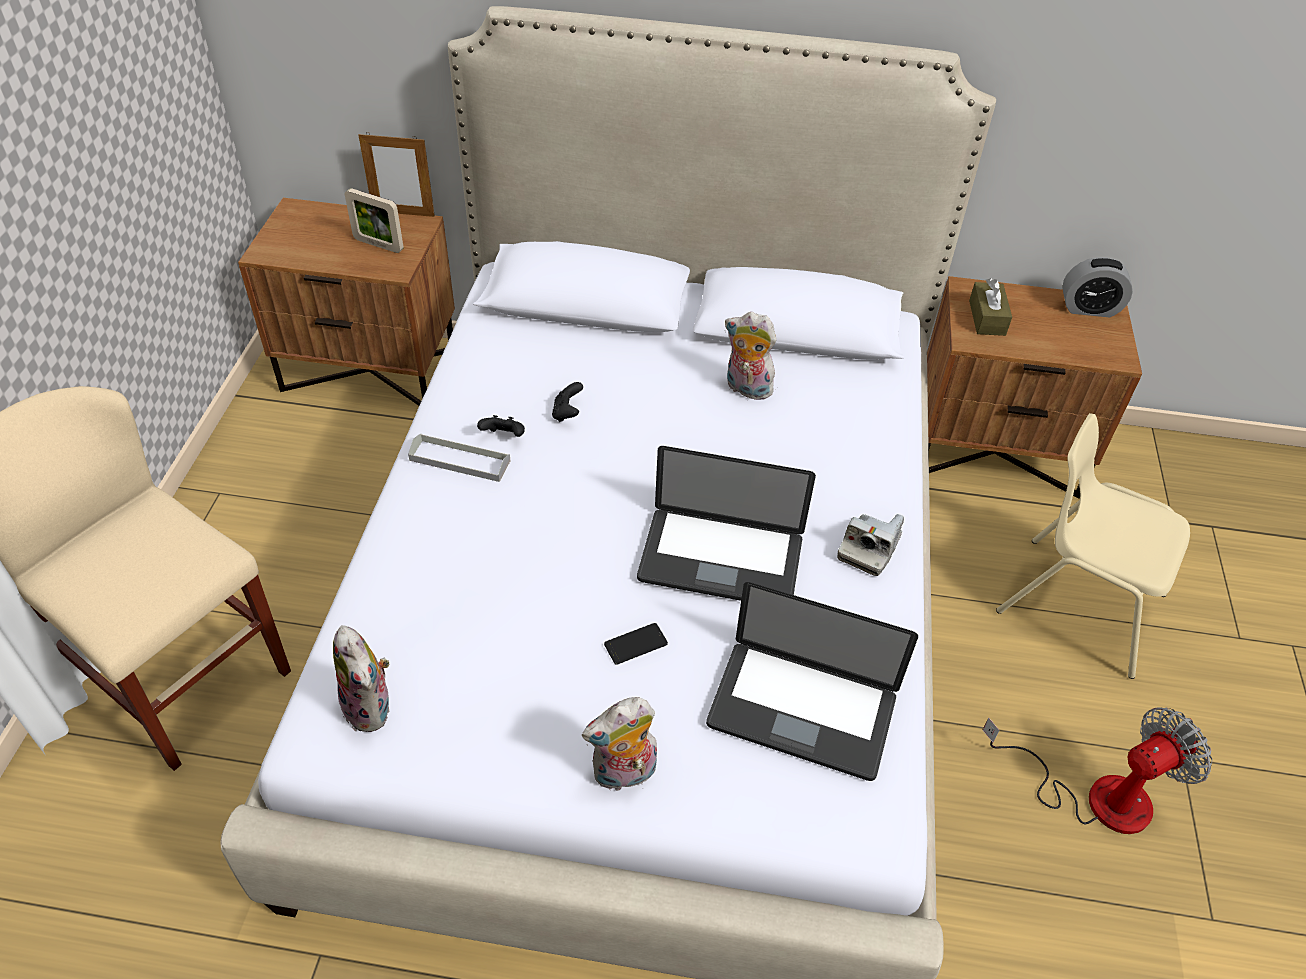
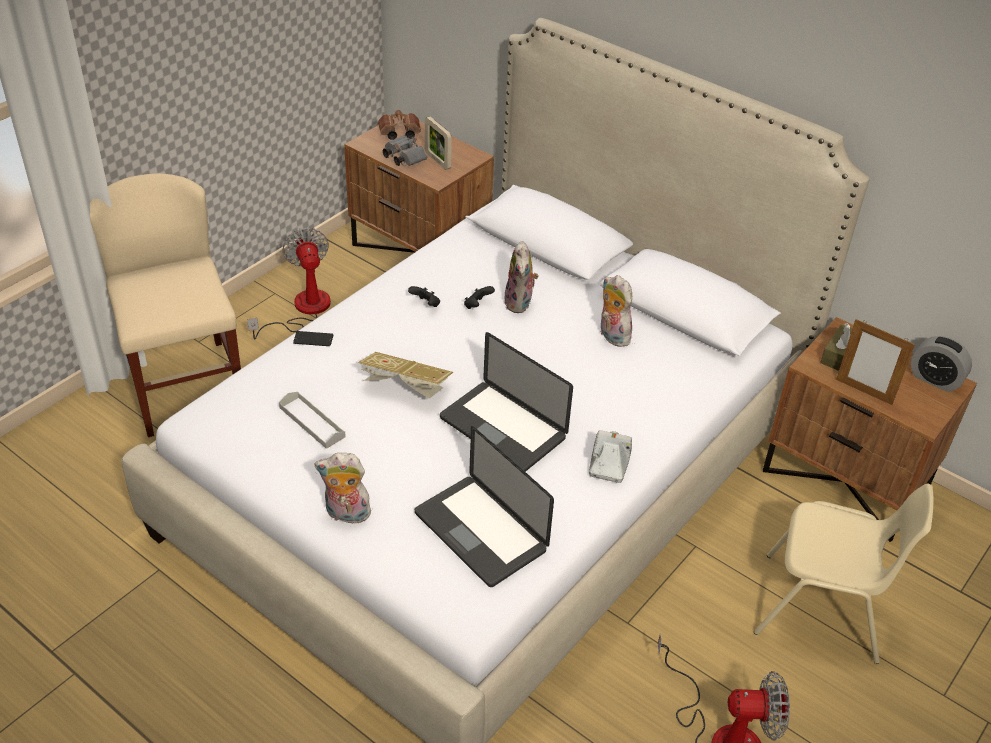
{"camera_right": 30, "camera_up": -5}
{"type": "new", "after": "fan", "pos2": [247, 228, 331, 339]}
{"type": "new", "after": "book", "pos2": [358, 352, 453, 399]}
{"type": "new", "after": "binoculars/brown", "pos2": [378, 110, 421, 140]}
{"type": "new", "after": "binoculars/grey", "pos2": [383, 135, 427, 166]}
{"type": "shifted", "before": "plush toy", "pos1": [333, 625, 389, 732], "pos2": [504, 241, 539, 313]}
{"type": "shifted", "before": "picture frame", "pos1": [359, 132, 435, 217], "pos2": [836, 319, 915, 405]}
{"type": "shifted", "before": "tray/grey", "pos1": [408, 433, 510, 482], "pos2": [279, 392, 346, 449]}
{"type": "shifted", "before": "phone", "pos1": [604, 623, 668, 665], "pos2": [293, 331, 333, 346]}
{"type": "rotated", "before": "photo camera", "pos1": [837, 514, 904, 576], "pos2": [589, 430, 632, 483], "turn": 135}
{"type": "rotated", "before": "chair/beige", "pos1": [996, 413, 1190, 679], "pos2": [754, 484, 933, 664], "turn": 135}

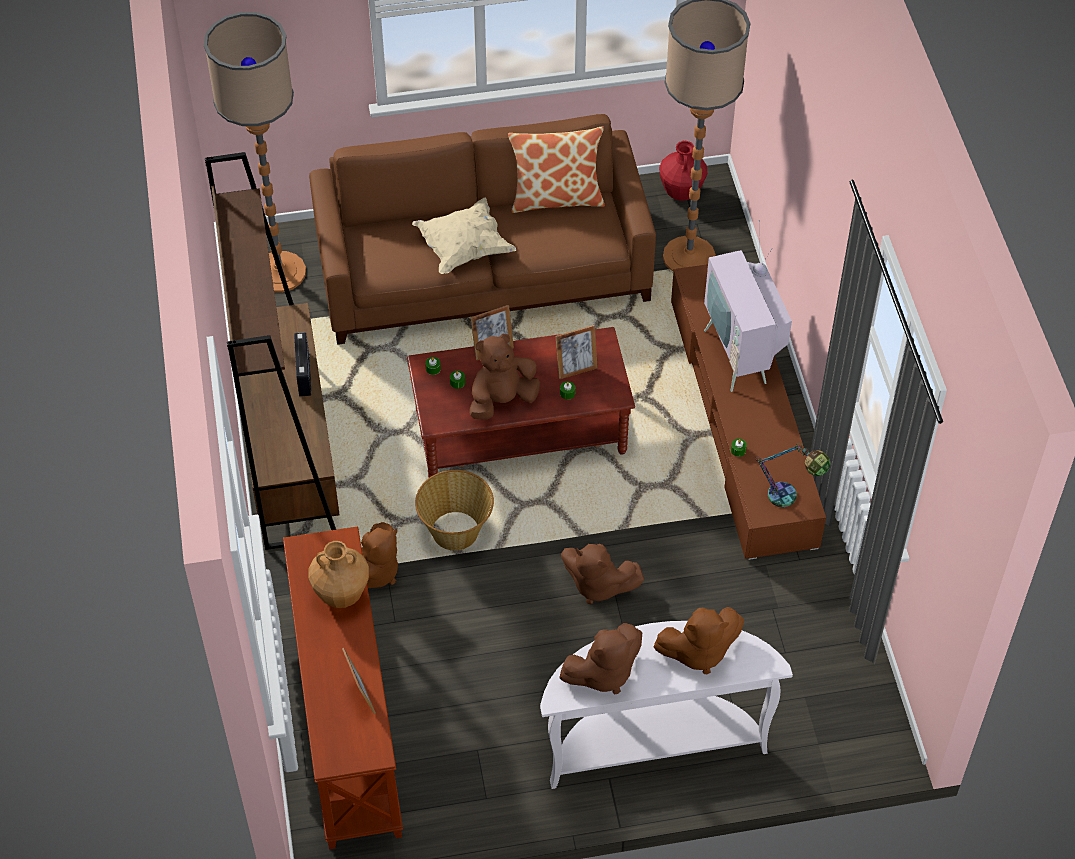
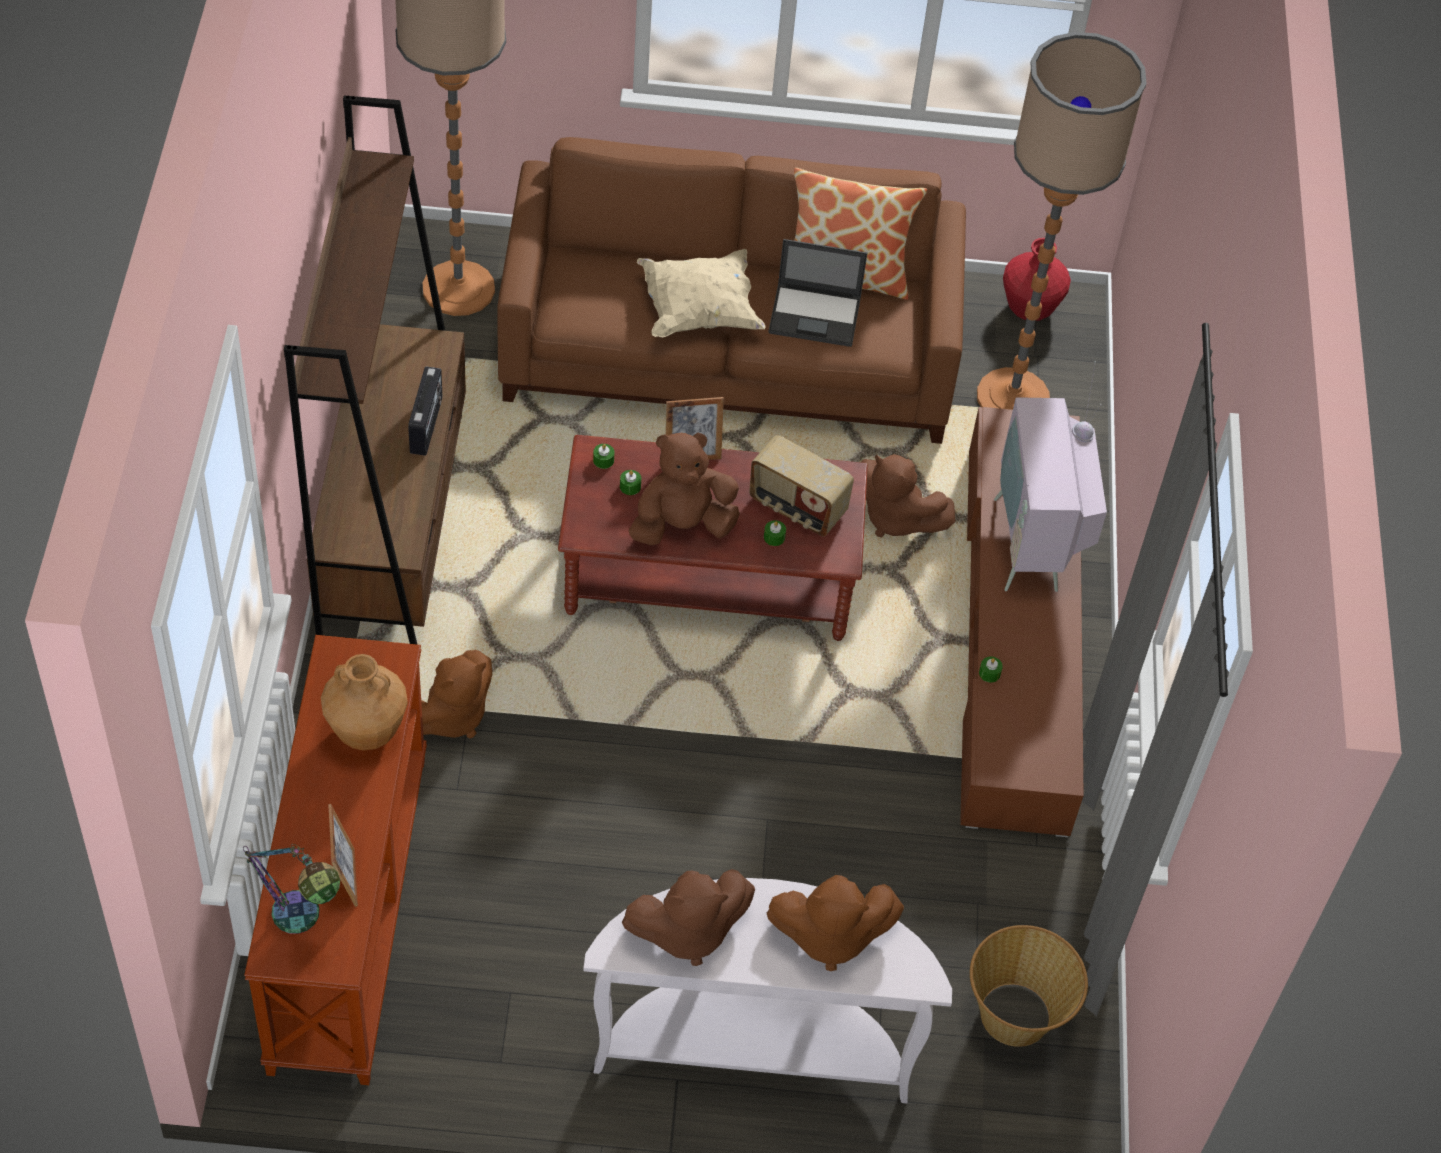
{"camera_right": 10, "camera_up": 0}
{"type": "new", "after": "laptop", "pos2": [768, 239, 867, 347]}
{"type": "shifted", "before": "basket", "pos1": [415, 470, 494, 551], "pos2": [970, 925, 1088, 1047]}
{"type": "shifted", "before": "plush toy/brown", "pos1": [561, 544, 644, 604], "pos2": [861, 454, 956, 538]}
{"type": "shifted", "before": "table lamp", "pos1": [757, 443, 831, 507], "pos2": [243, 844, 340, 934]}
{"type": "swapped", "before": "picture frame", "after": "radio", "pos1": [556, 325, 598, 379], "pos2": [749, 435, 854, 537]}

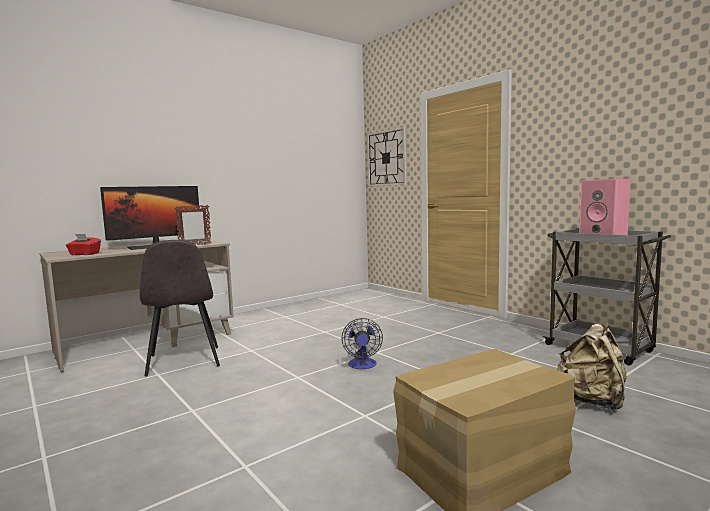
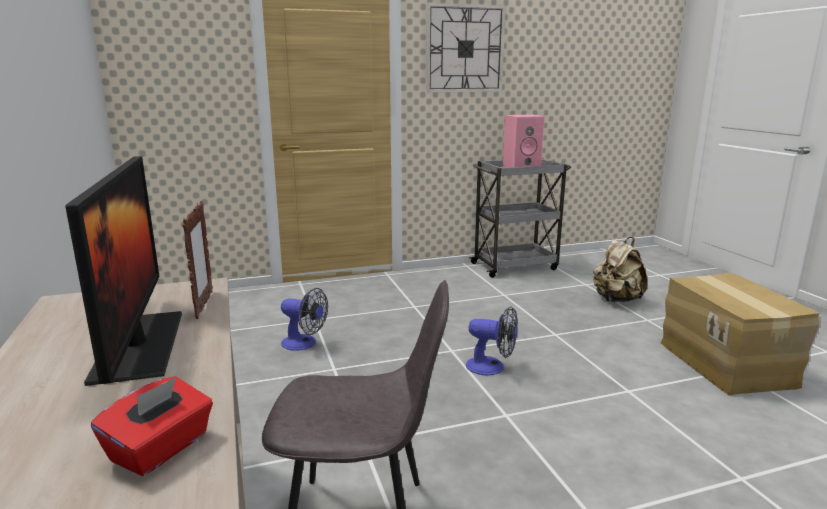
{"camera_right": -70, "camera_up": 10}
{"type": "new", "after": "fan", "pos2": [281, 288, 328, 351]}
{"type": "shifted", "before": "wall clock", "pos1": [367, 127, 406, 186], "pos2": [426, 3, 506, 92]}

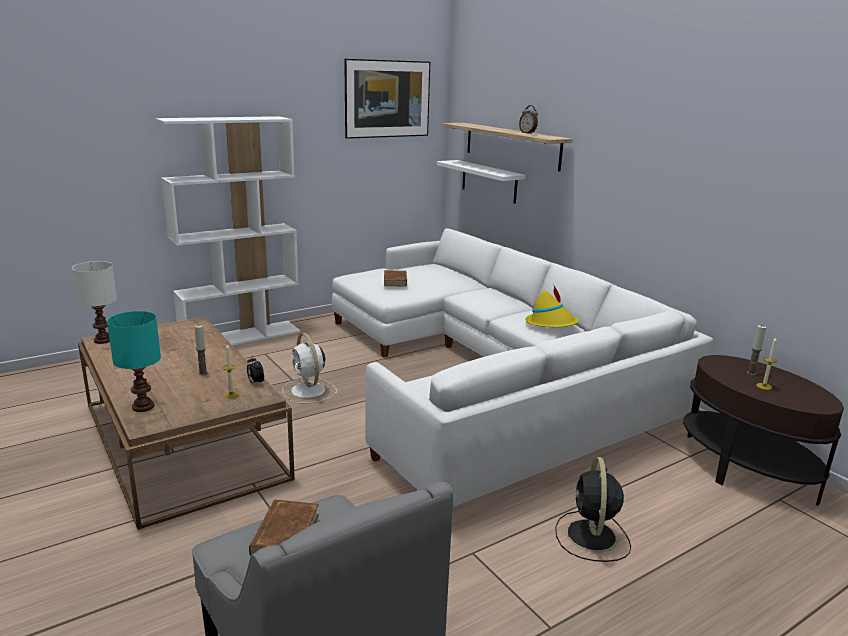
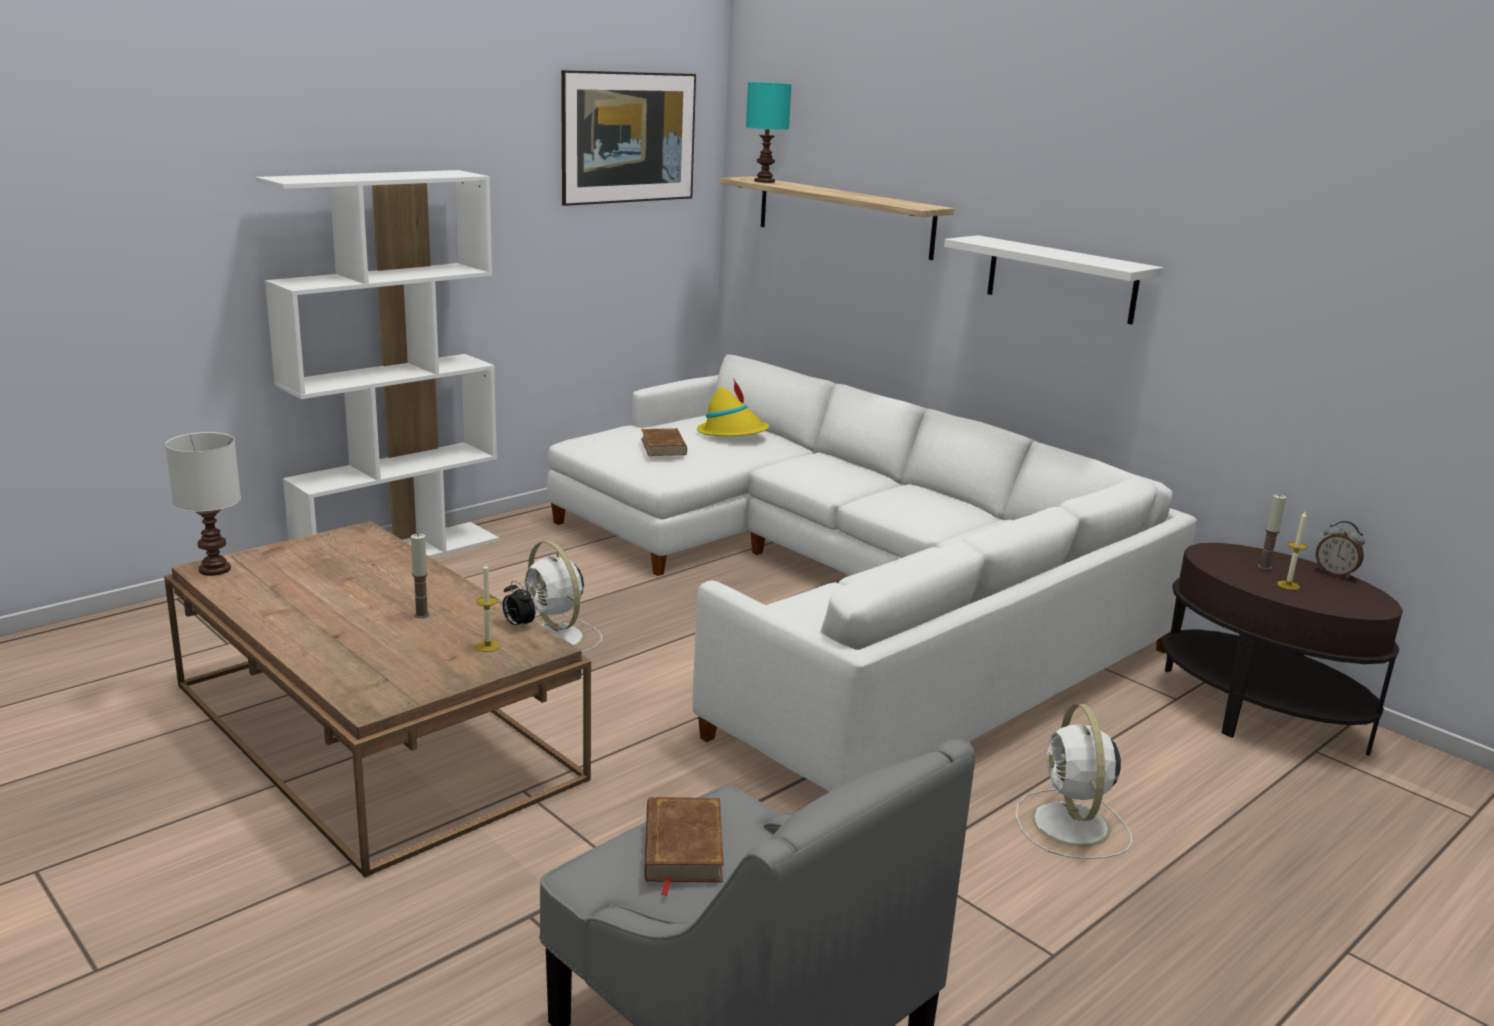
{"camera_right": -10, "camera_up": 0}
{"type": "shifted", "before": "table lamp/turquoise", "pos1": [107, 311, 161, 412], "pos2": [746, 82, 792, 183]}
{"type": "shifted", "before": "shelf/white", "pos1": [437, 160, 526, 204], "pos2": [944, 235, 1163, 325]}
{"type": "shifted", "before": "alarm clock", "pos1": [519, 105, 538, 134], "pos2": [1316, 521, 1365, 579]}
{"type": "shifted", "before": "hat/yellow", "pos1": [525, 286, 579, 327], "pos2": [697, 378, 770, 436]}
{"type": "repainted", "before": "fan/black", "after": "fan/white", "pos1": [555, 457, 631, 562], "pos2": [1016, 704, 1132, 859]}

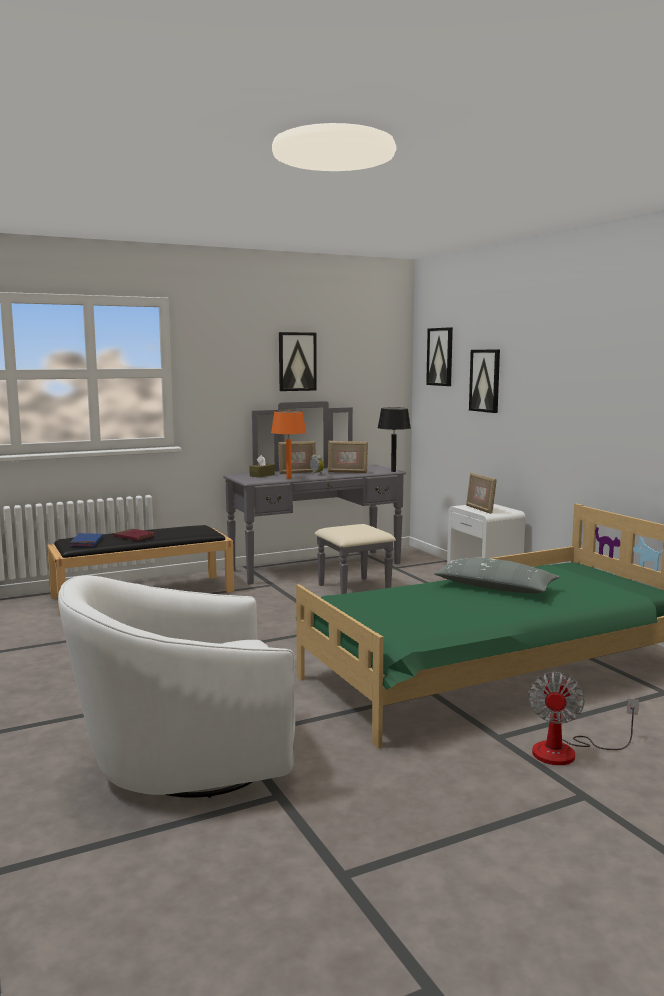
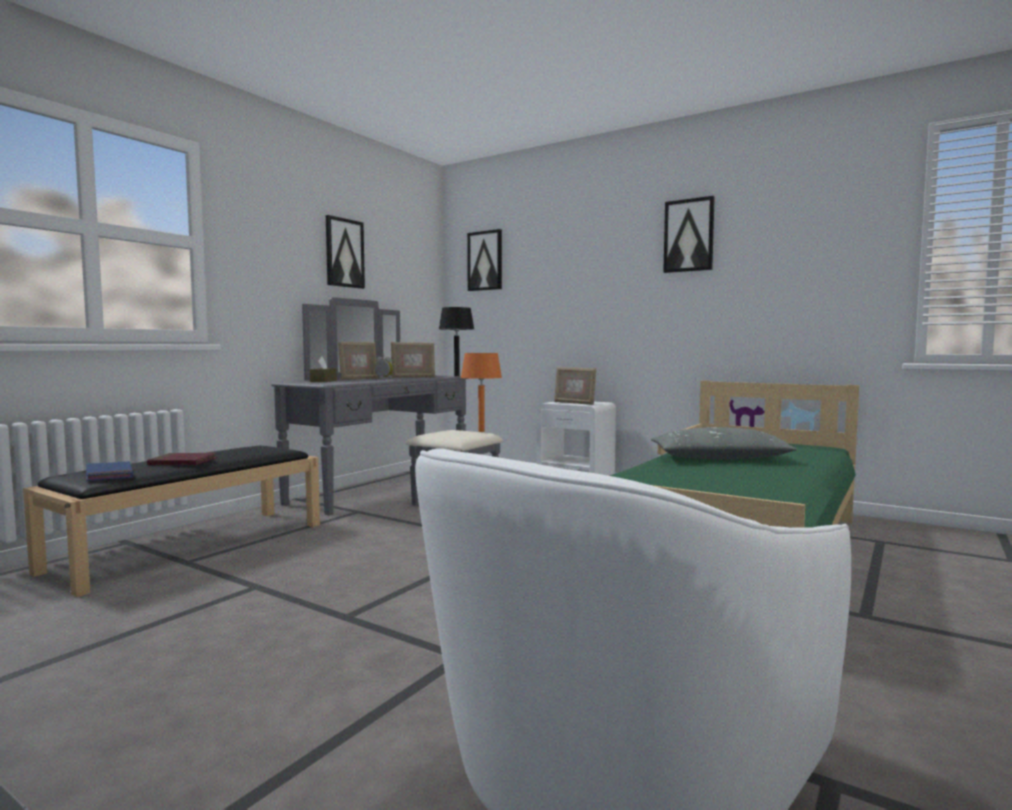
{"camera_right": -30, "camera_up": -5}
{"type": "gone", "before": "fan", "pos1": [528, 672, 639, 765]}
{"type": "shifted", "before": "table lamp/orange", "pos1": [271, 411, 306, 479], "pos2": [461, 353, 502, 432]}
{"type": "shifted", "before": "picture", "pos1": [469, 350, 500, 413], "pos2": [663, 196, 715, 273]}

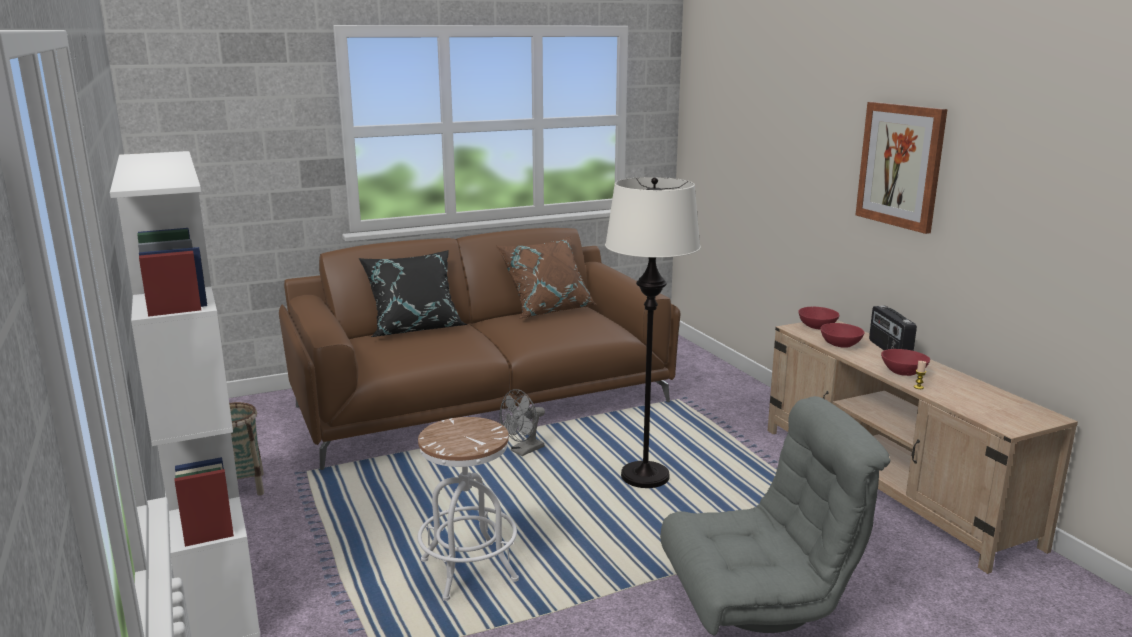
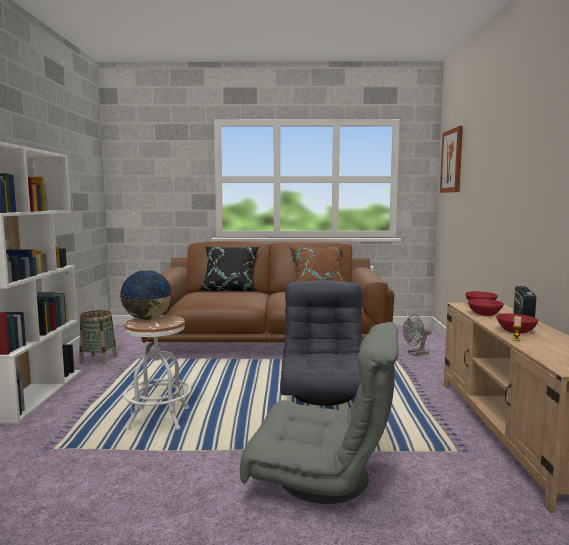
{"camera_right": 25, "camera_up": -10}
{"type": "new", "after": "globe", "pos2": [119, 270, 173, 320]}
{"type": "shifted", "before": "fan/grey", "pos1": [500, 389, 545, 456], "pos2": [403, 315, 431, 356]}
{"type": "shifted", "before": "picture", "pos1": [856, 102, 947, 234], "pos2": [440, 126, 463, 193]}
{"type": "swapped", "before": "floor lamp/white", "after": "armchair/grey", "pos1": [605, 177, 701, 488], "pos2": [280, 280, 363, 406]}

